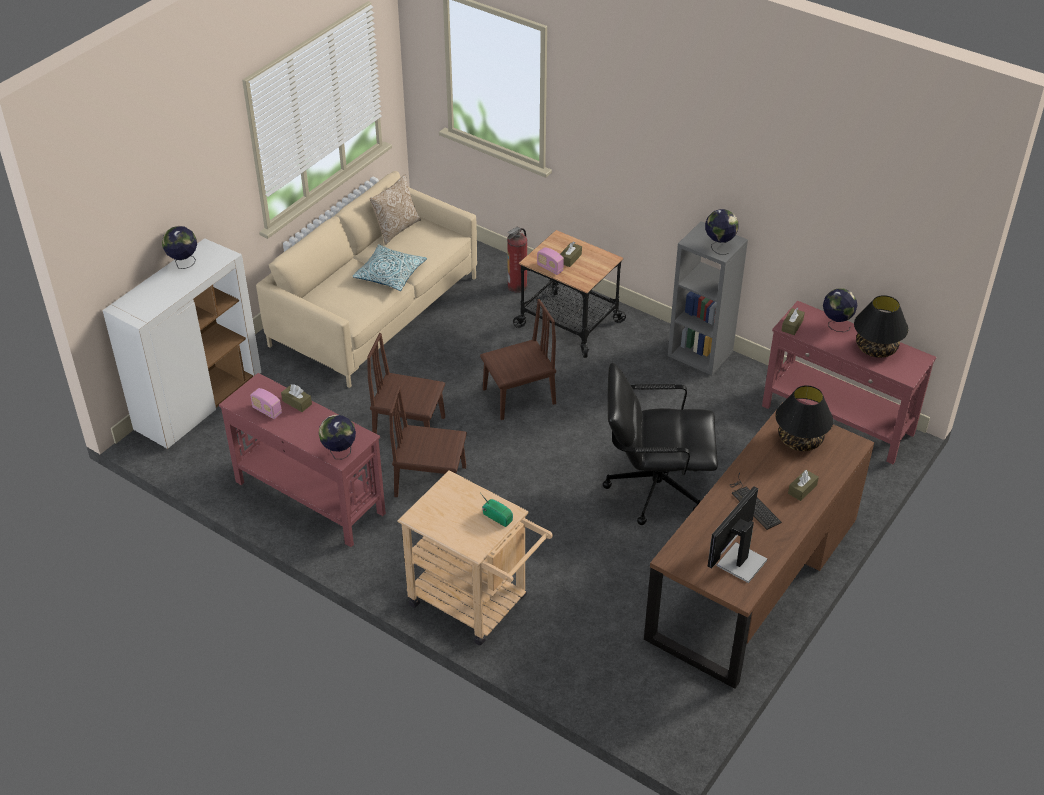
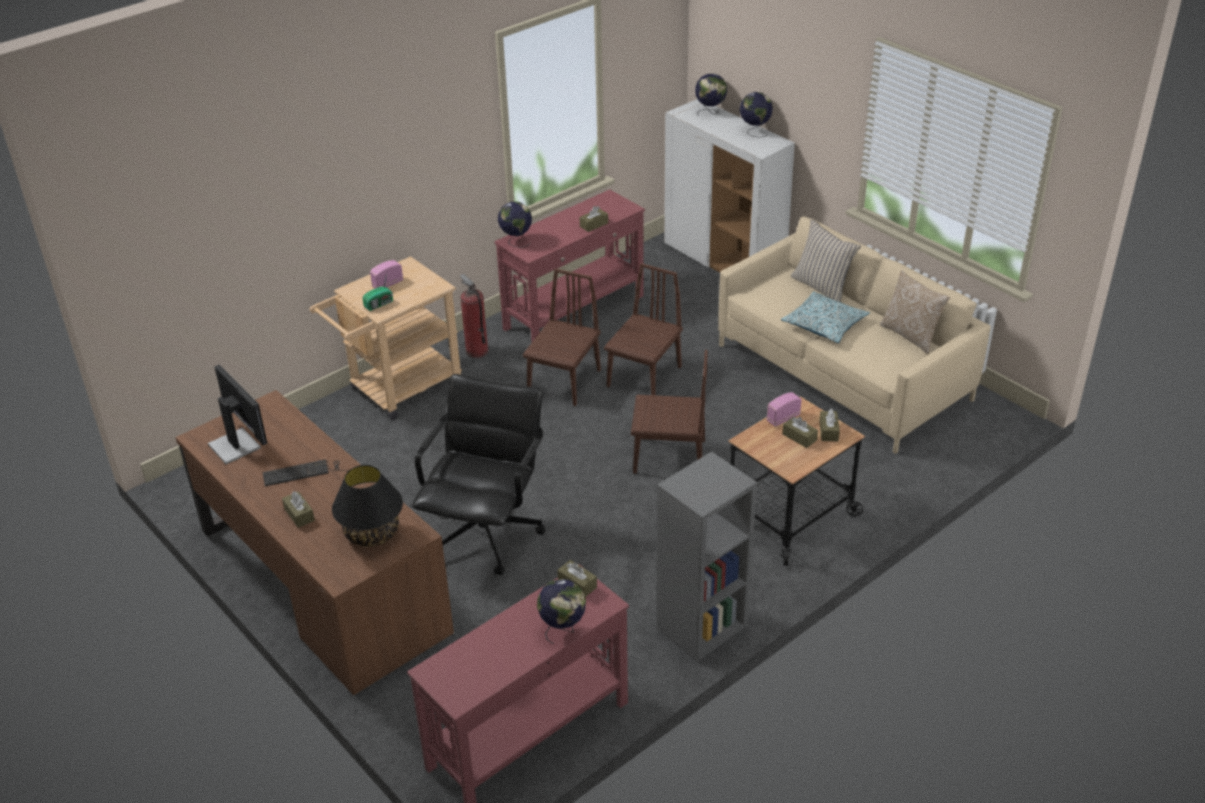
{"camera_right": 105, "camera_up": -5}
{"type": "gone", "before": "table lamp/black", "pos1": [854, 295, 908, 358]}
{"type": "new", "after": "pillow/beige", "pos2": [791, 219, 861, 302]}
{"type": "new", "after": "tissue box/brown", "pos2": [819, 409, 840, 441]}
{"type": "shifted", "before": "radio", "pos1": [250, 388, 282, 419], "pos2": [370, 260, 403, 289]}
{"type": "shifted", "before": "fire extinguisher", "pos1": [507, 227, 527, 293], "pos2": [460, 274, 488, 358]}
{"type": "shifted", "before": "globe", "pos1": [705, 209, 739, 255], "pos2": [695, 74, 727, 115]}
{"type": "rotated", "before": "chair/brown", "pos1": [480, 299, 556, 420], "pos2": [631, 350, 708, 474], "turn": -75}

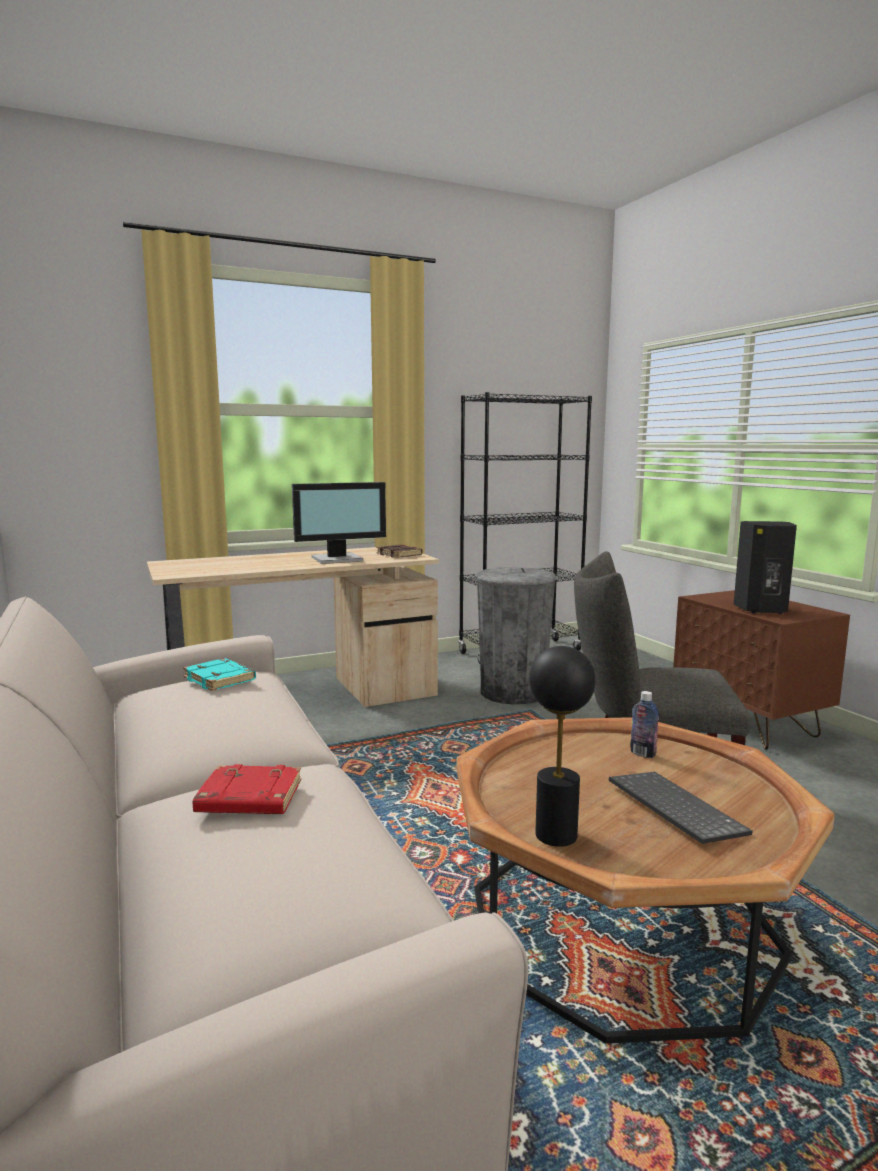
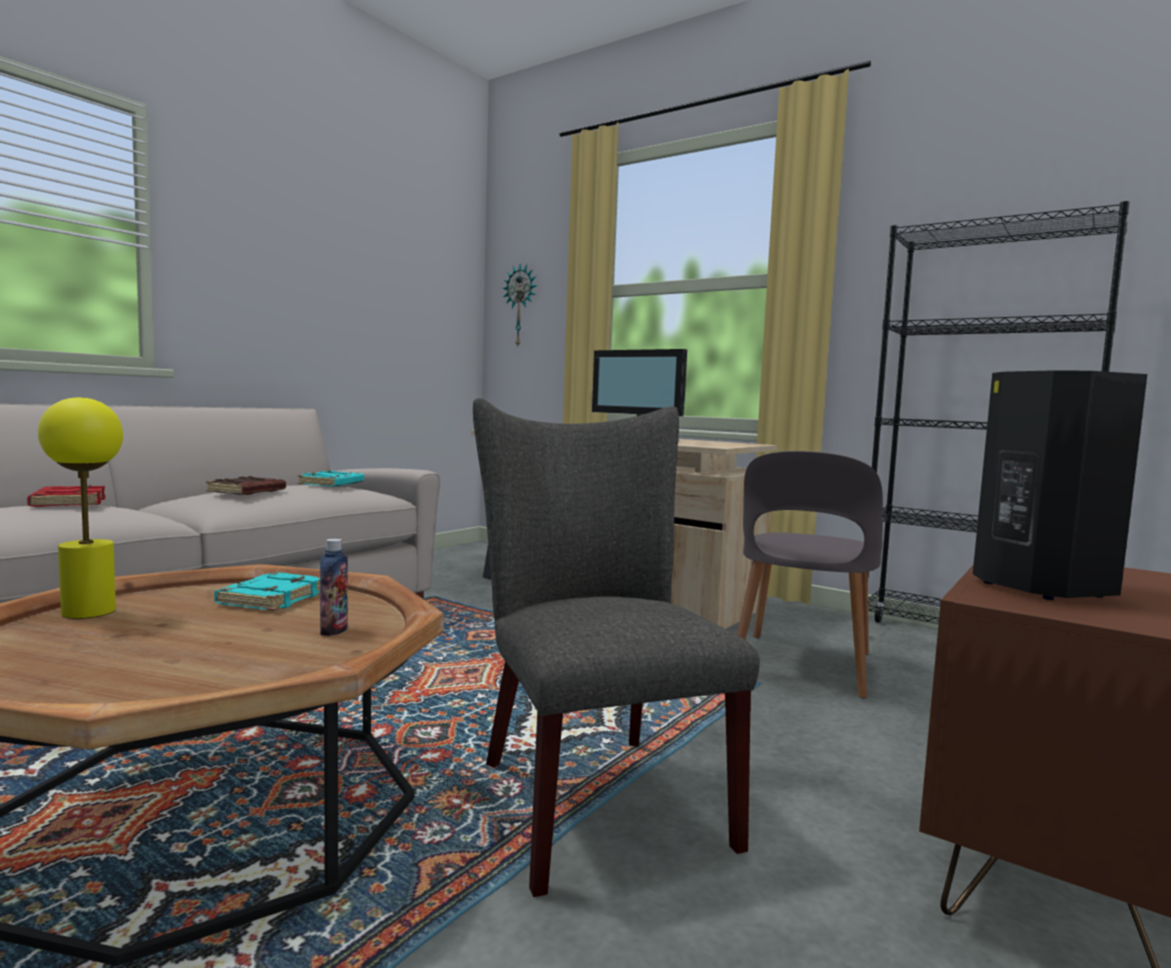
{"camera_right": 60, "camera_up": -5}
{"type": "gone", "before": "keyboard", "pos1": [609, 772, 753, 844]}
{"type": "new", "after": "book/turquoise", "pos2": [214, 572, 320, 611]}
{"type": "new", "after": "wall clock", "pos2": [502, 264, 537, 346]}
{"type": "shifted", "before": "book/brown", "pos1": [377, 545, 422, 558], "pos2": [206, 476, 286, 495]}
{"type": "swapped", "before": "trash can/grey", "after": "chair/grey", "pos1": [476, 567, 557, 705], "pos2": [737, 451, 883, 698]}
{"type": "repainted", "before": "table lamp/black", "after": "table lamp/yellow", "pos1": [529, 646, 596, 847], "pos2": [38, 397, 123, 619]}

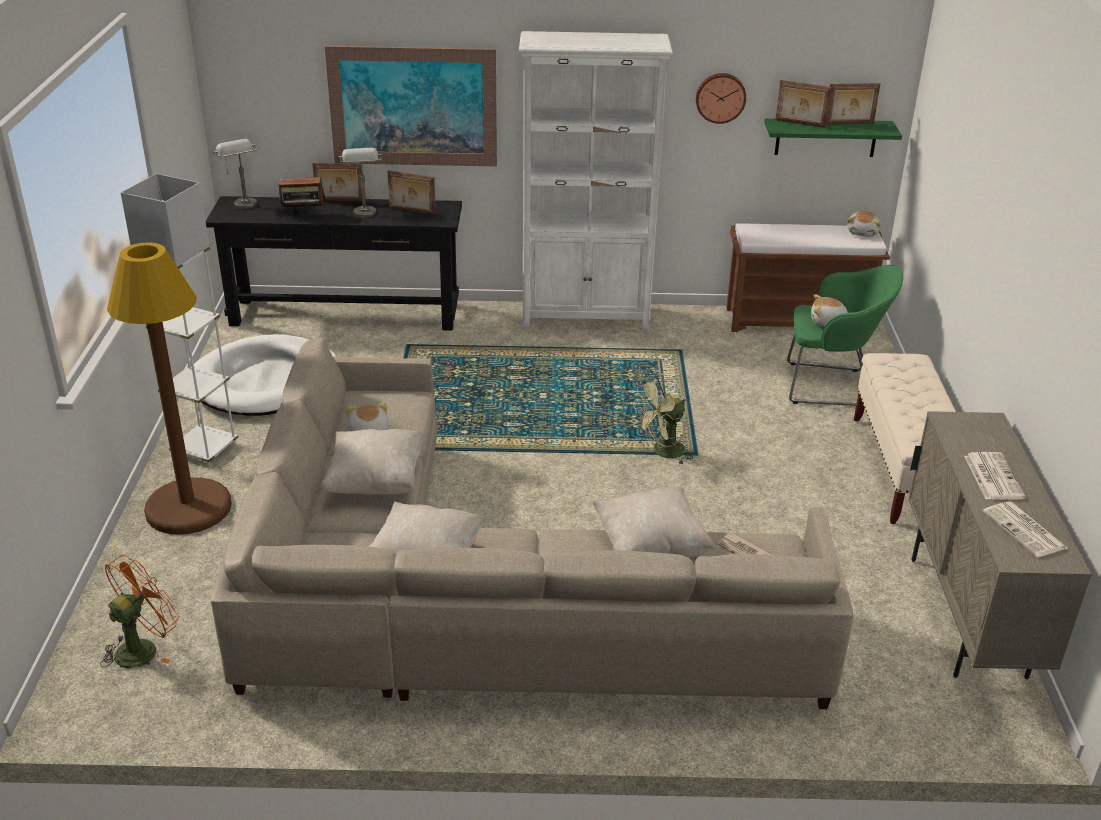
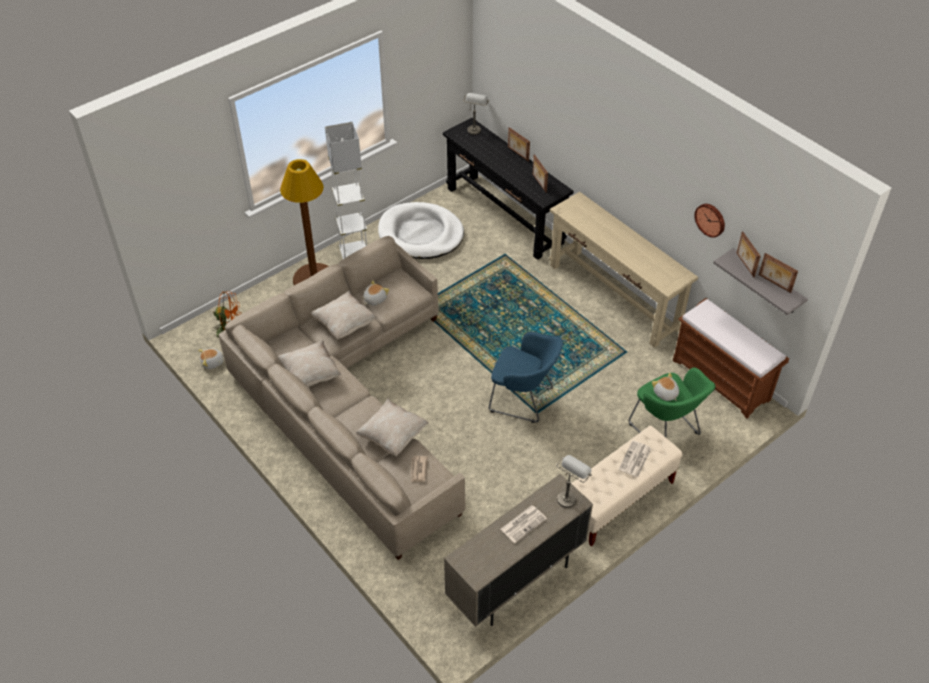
{"camera_right": 50, "camera_up": 15}
{"type": "gone", "before": "radio", "pos1": [276, 177, 326, 213]}
{"type": "gone", "before": "picture", "pos1": [325, 46, 497, 166]}
{"type": "shifted", "before": "table lamp/grey", "pos1": [339, 148, 382, 218], "pos2": [556, 455, 592, 508]}
{"type": "shifted", "before": "plush toy", "pos1": [847, 211, 881, 237], "pos2": [198, 349, 224, 369]}
{"type": "shifted", "before": "newspaper", "pos1": [983, 501, 1067, 557], "pos2": [619, 440, 651, 477]}
{"type": "swapped", "before": "bookcase/white", "after": "console table/beige", "pos1": [519, 31, 673, 330], "pos2": [549, 192, 698, 348]}
{"type": "swapped", "before": "fan/green", "after": "armchair/blue", "pos1": [633, 374, 694, 464], "pos2": [489, 332, 563, 423]}
{"type": "repainted", "before": "shelf/green", "after": "shelf/grey", "pos1": [764, 119, 902, 157], "pos2": [713, 248, 808, 315]}

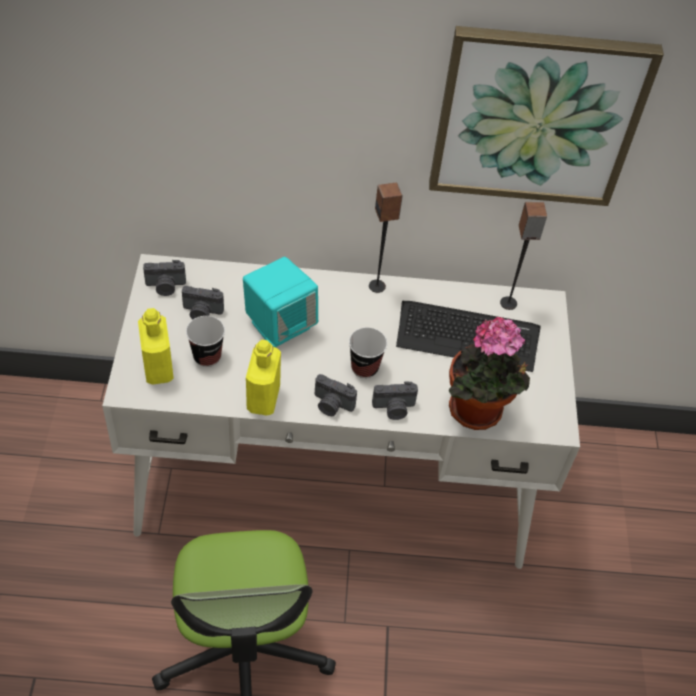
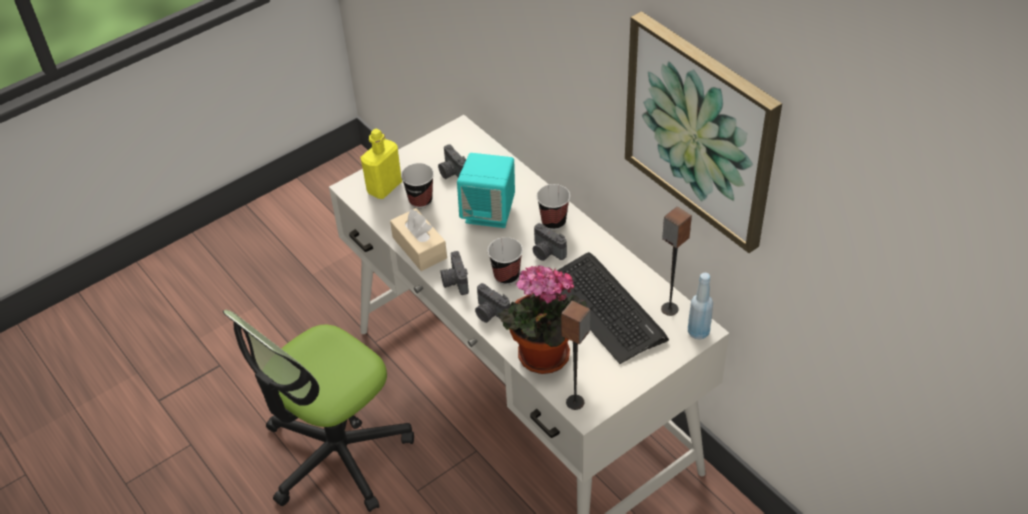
{"camera_right": 55, "camera_up": -5}
{"type": "new", "after": "cup", "pos2": [537, 184, 570, 230]}
{"type": "new", "after": "bottle/blue", "pos2": [688, 273, 713, 340]}
{"type": "shifted", "before": "photo camera", "pos1": [143, 260, 186, 296], "pos2": [533, 223, 567, 261]}
{"type": "shifted", "before": "speaker", "pos1": [369, 183, 403, 293], "pos2": [561, 301, 590, 410]}
{"type": "swapped", "before": "bottle/yellow", "after": "tissue box/beige", "pos1": [246, 340, 281, 415], "pos2": [390, 208, 447, 271]}

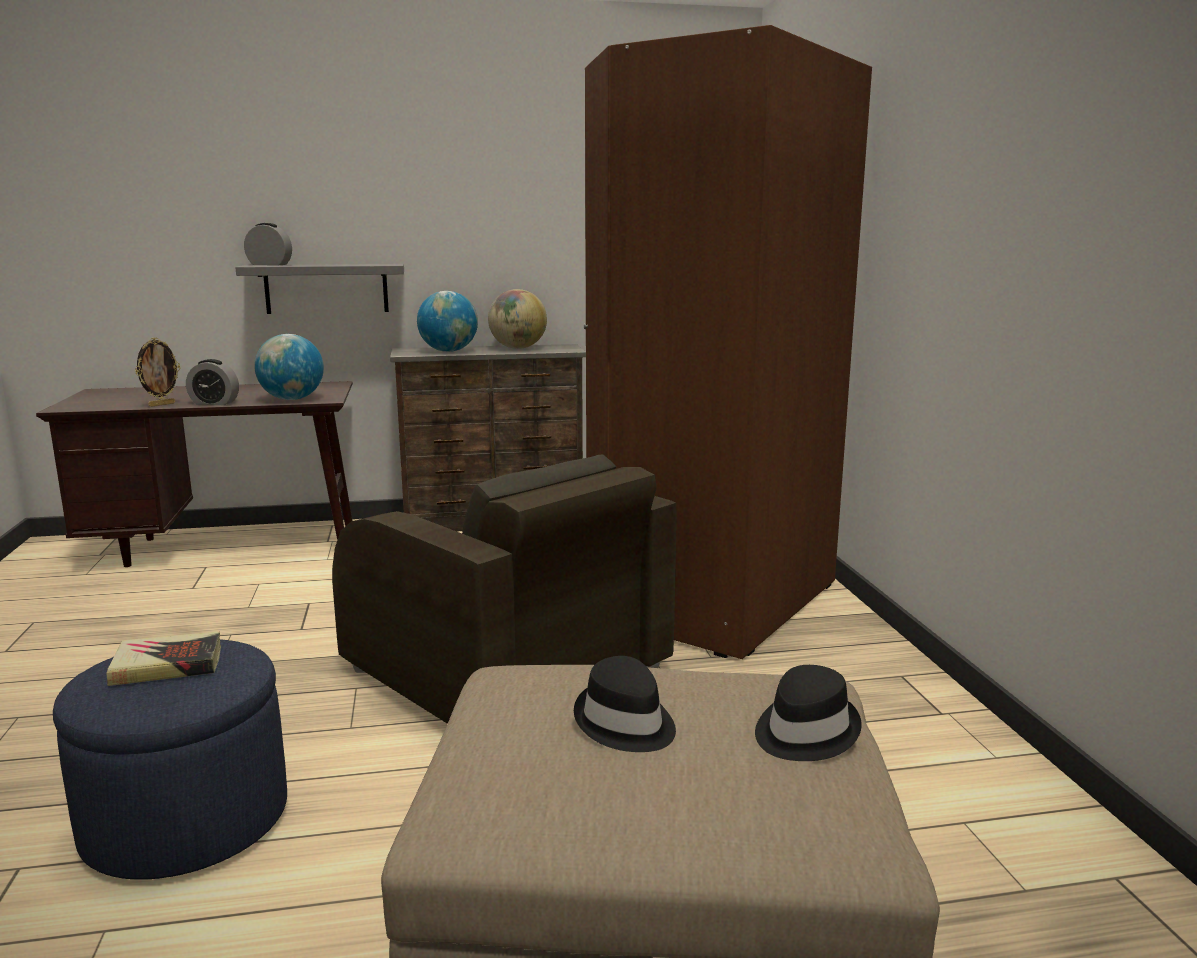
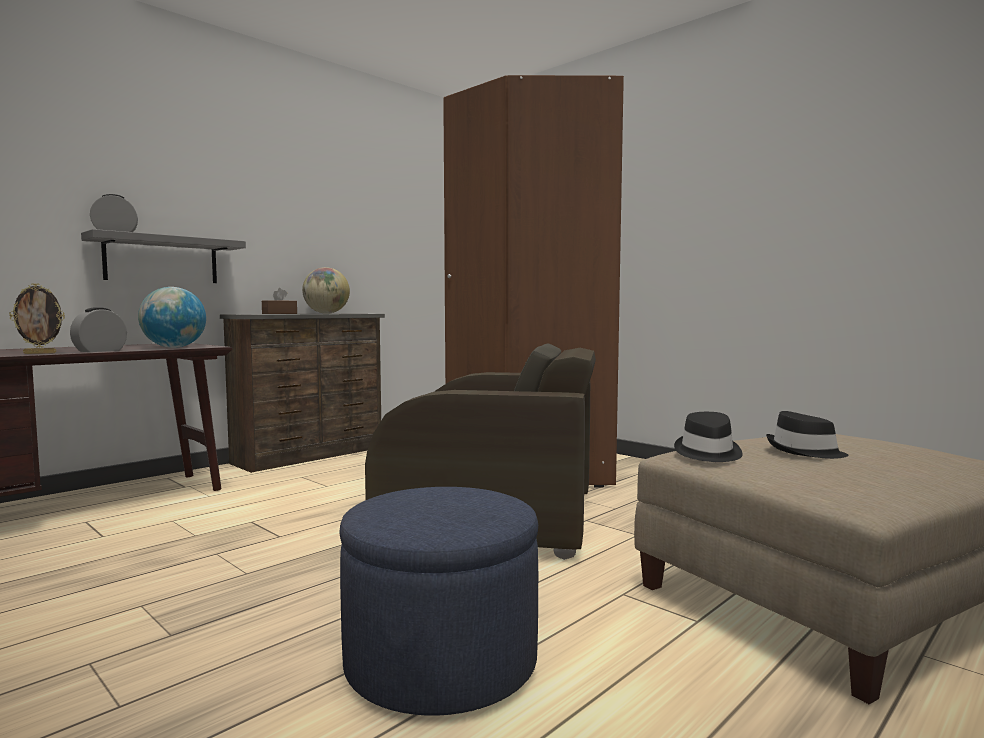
{"camera_right": -35, "camera_up": -10}
{"type": "gone", "before": "book", "pos1": [107, 631, 221, 686]}
{"type": "shifted", "before": "hat/black", "pos1": [755, 665, 862, 761], "pos2": [674, 412, 743, 462]}
{"type": "swapped", "before": "globe", "after": "tissue box/brown", "pos1": [417, 291, 478, 352], "pos2": [262, 288, 297, 314]}
{"type": "rotated", "before": "picture frame", "pos1": [135, 338, 180, 407], "pos2": [9, 283, 65, 354], "turn": 60}
{"type": "rotated", "before": "alarm clock", "pos1": [186, 359, 239, 405], "pos2": [70, 307, 127, 352], "turn": 150}

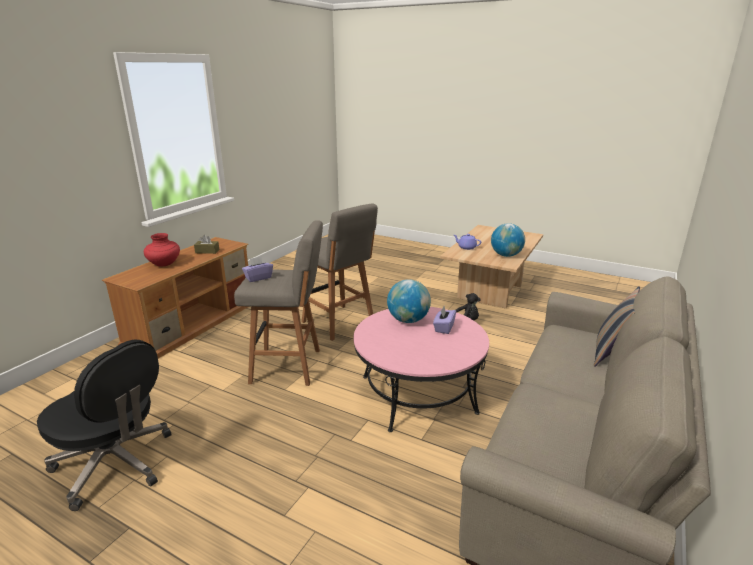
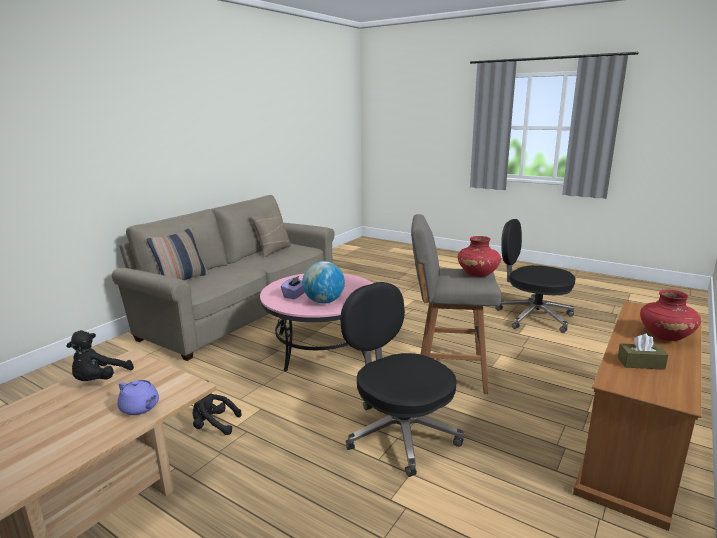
{"camera_right": -175, "camera_up": -5}
{"type": "new", "after": "pillow/beige", "pos2": [251, 208, 291, 257]}
{"type": "swapped", "before": "tissue box/purple", "after": "vase/red", "pos1": [242, 257, 273, 282], "pos2": [458, 236, 501, 277]}
{"type": "swapped", "before": "stool/grey", "after": "office chair/black", "pos1": [302, 203, 378, 341], "pos2": [340, 282, 464, 477]}
{"type": "swapped", "before": "globe", "after": "plush toy/black", "pos1": [491, 223, 525, 257], "pos2": [67, 330, 134, 381]}

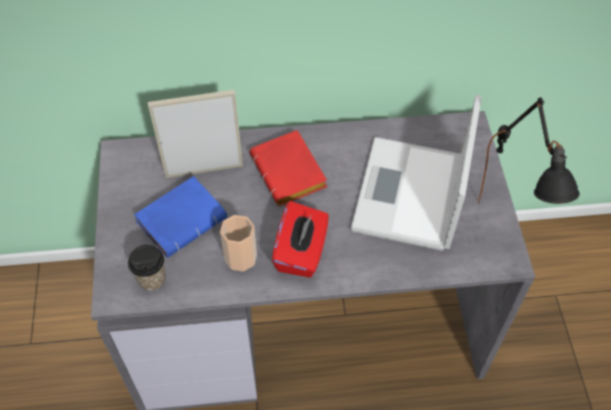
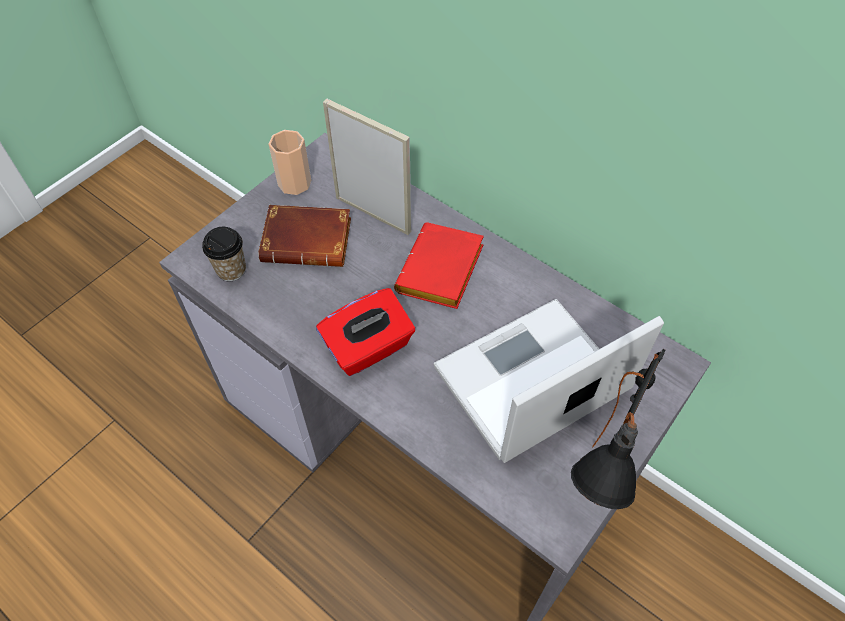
{"camera_right": 45, "camera_up": 0}
{"type": "shifted", "before": "cup", "pos1": [220, 215, 257, 272], "pos2": [269, 130, 312, 195]}
{"type": "repainted", "before": "book/blue", "after": "book/brown", "pos1": [134, 176, 227, 258], "pos2": [258, 205, 351, 267]}

